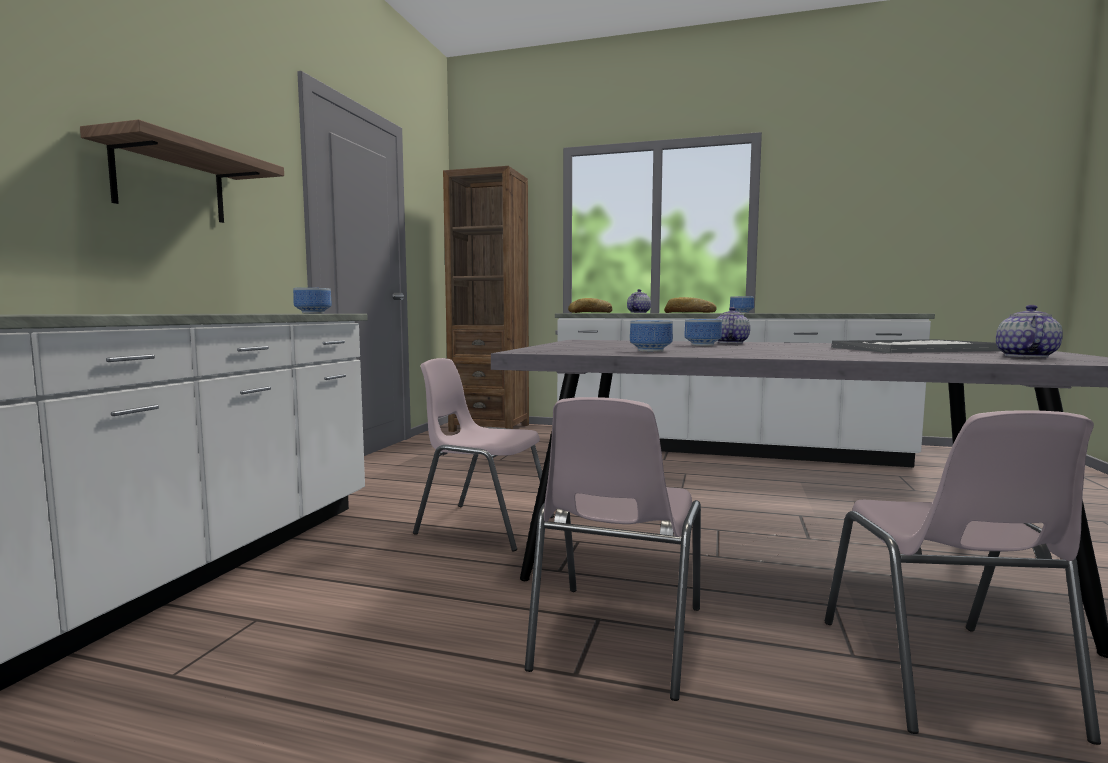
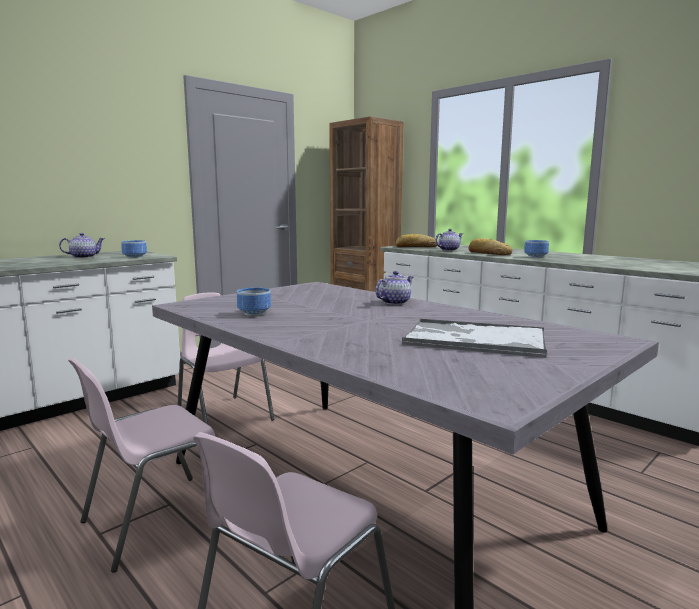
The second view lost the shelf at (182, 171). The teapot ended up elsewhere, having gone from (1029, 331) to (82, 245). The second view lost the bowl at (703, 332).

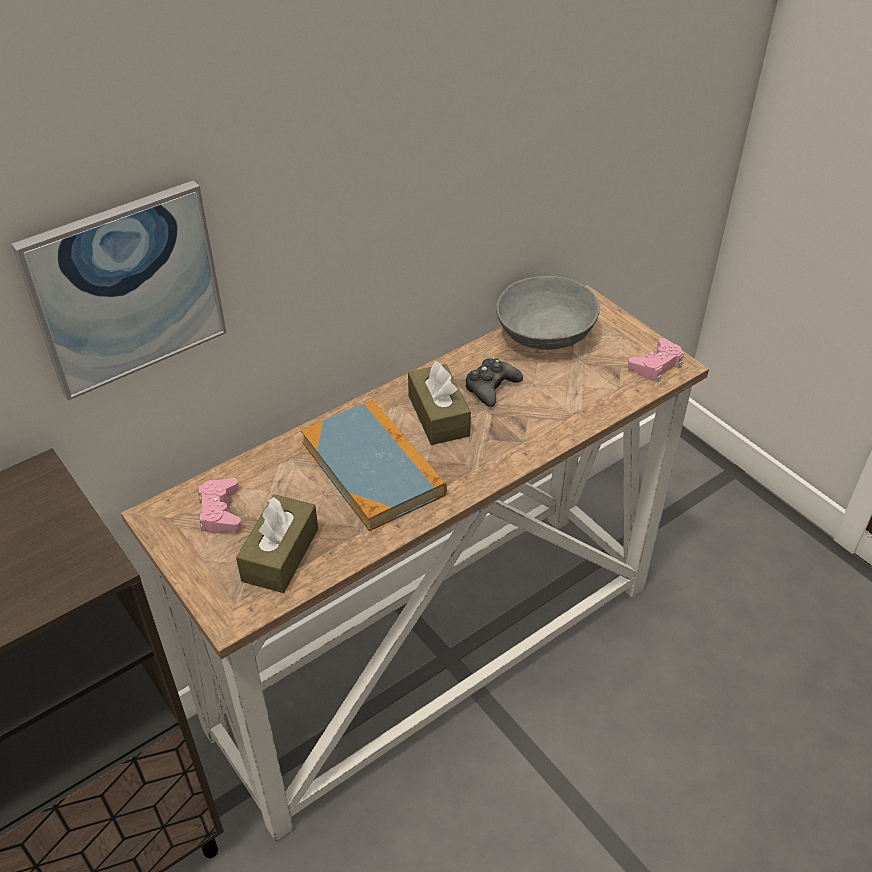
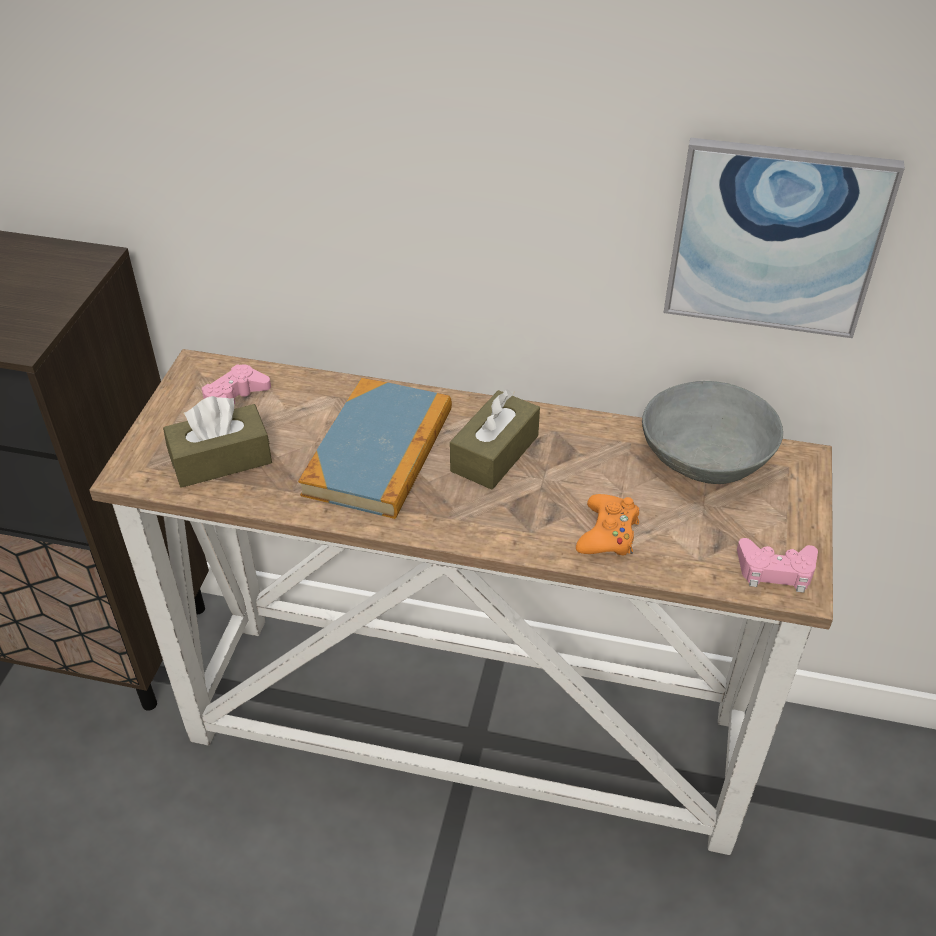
The picture ended up elsewhere, having gone from (119, 290) to (784, 238). The second view lost the black game controller at (494, 382). The second view gained the orange game controller at (607, 524).

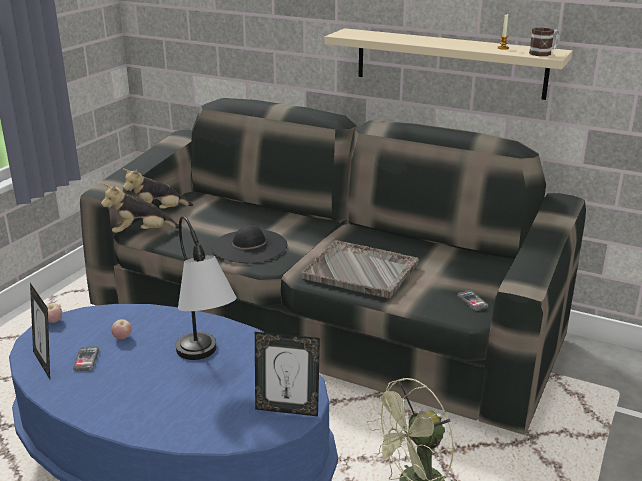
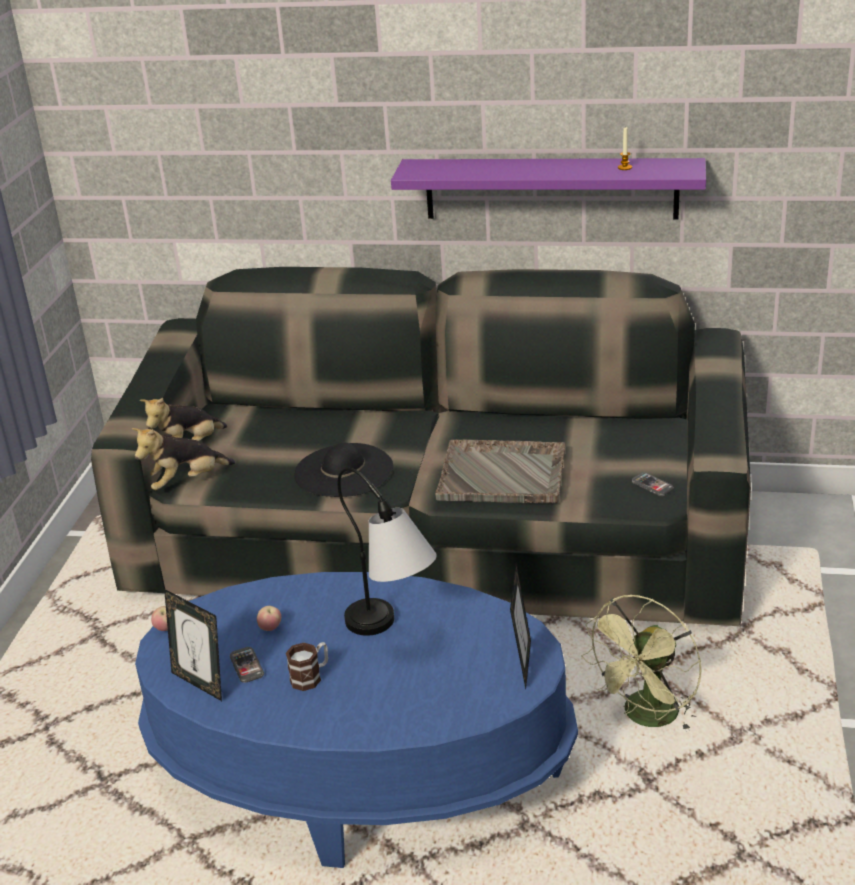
What was the beige shelf at (449, 64) turned into the purple shelf at (548, 189). The mug ended up elsewhere, having gone from (544, 42) to (307, 666). The picture frame at (287, 374) ended up facing another way, 75 degrees counterclockwise from before.

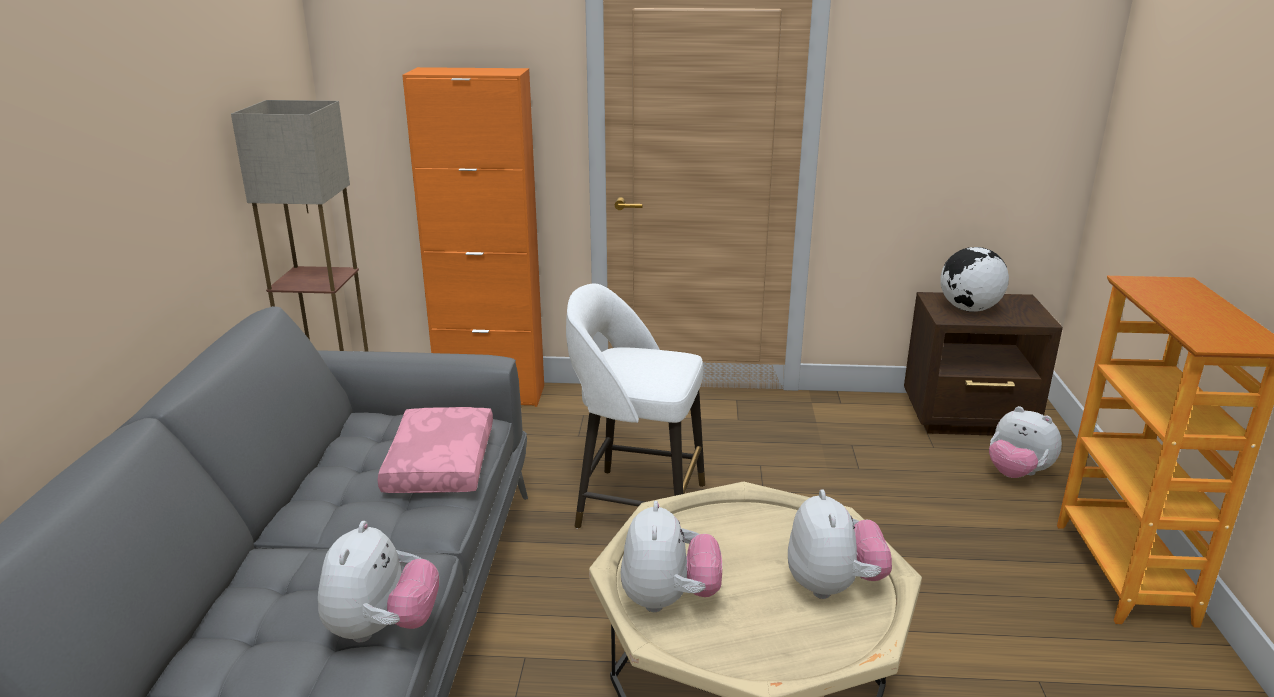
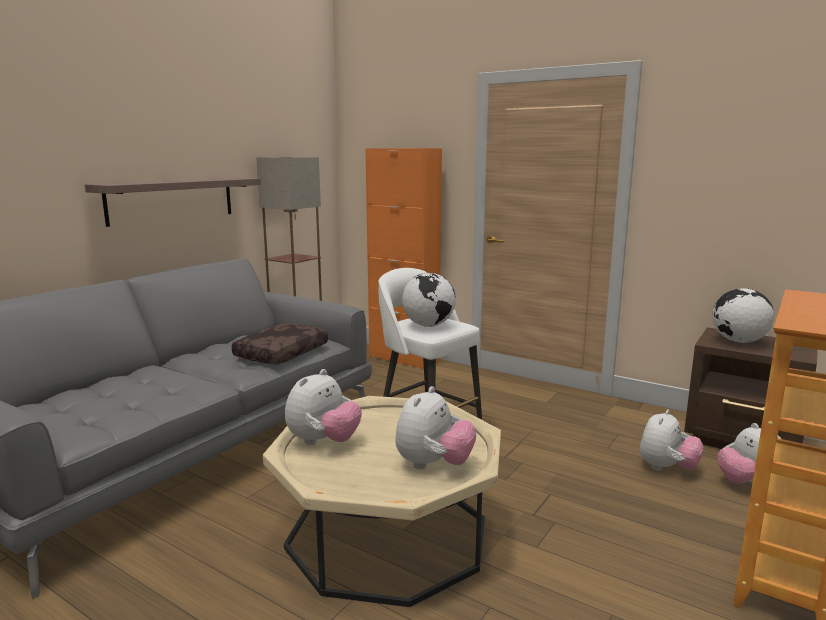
What was the pink pillow at (435, 450) turned into the brown pillow at (280, 343). The plush toy ended up elsewhere, having gone from (378, 581) to (671, 440). The second view gained the shelf at (173, 202). The second view gained the globe at (429, 300).

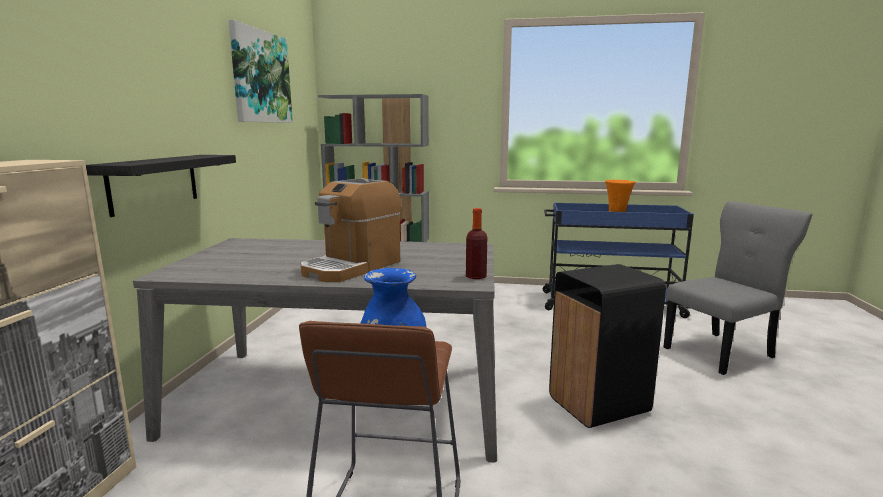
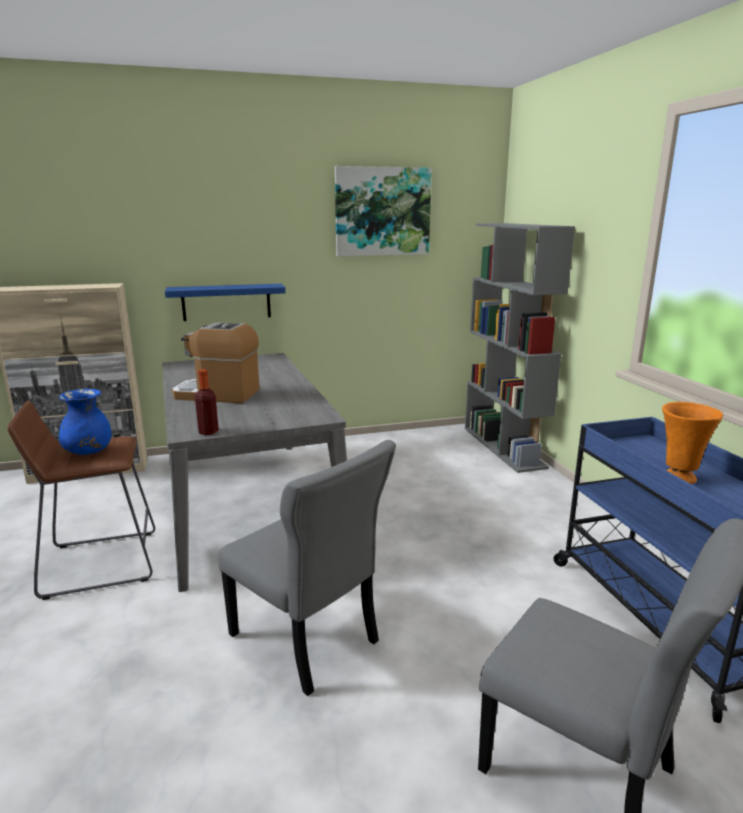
What was the black shelf at (161, 186) turned into the blue shelf at (225, 302). Where the black trash can stood at (607, 346), the grey chair came to stand at (307, 568).

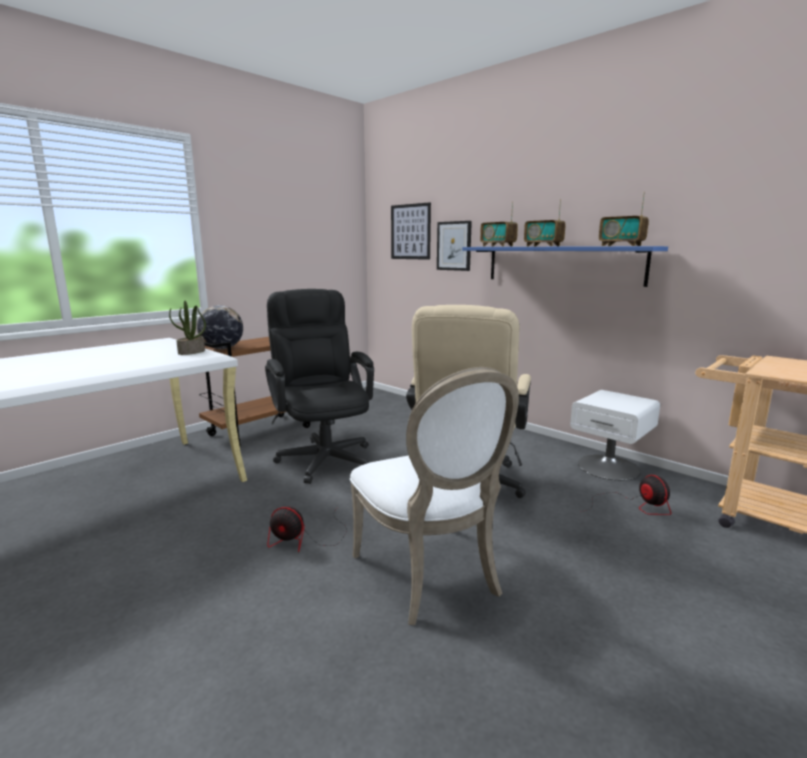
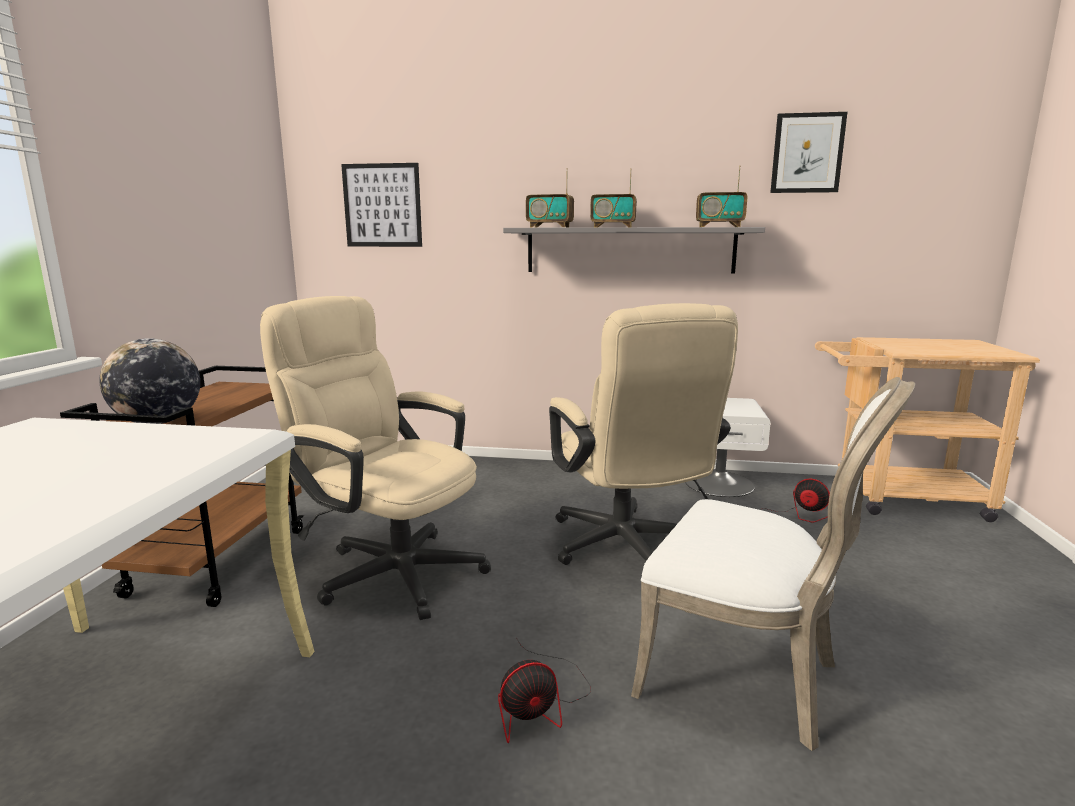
The picture ended up elsewhere, having gone from (454, 246) to (808, 152). What was the blue shelf at (565, 266) turned into the grey shelf at (634, 250). What was the black office chair at (319, 386) turned into the beige office chair at (375, 458). The second view lost the potted plant at (187, 328).

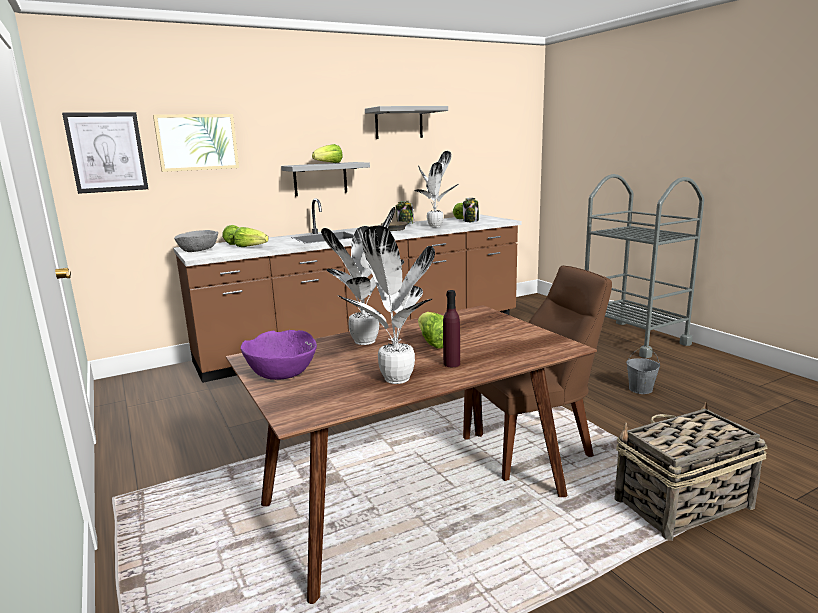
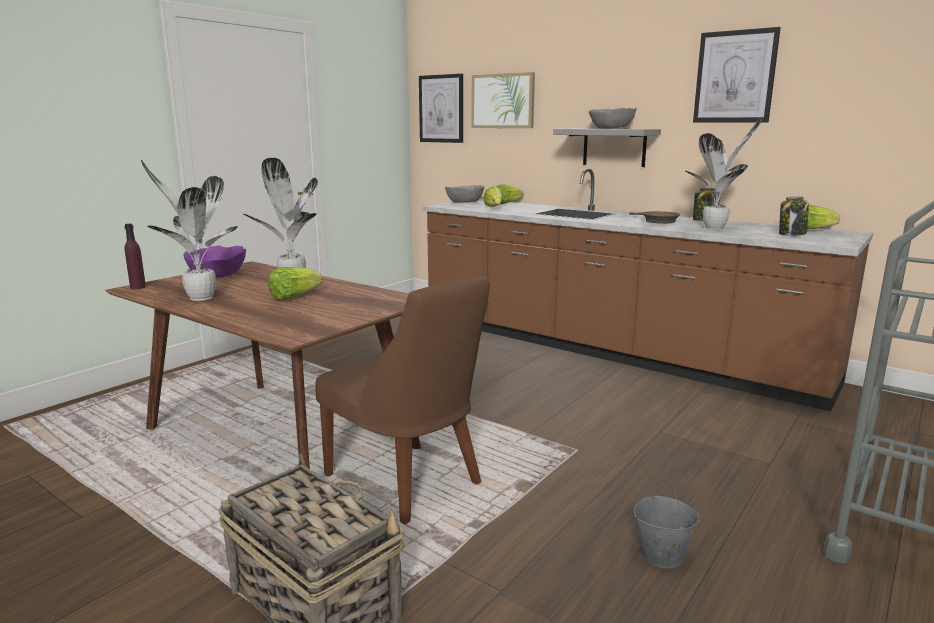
Where the grey shelf hung at (406, 122), the picture came to hang at (737, 75). Where the lettuce stood at (327, 153), the grey bowl came to stand at (613, 118). The purple bottle ended up elsewhere, having gone from (451, 328) to (135, 256).

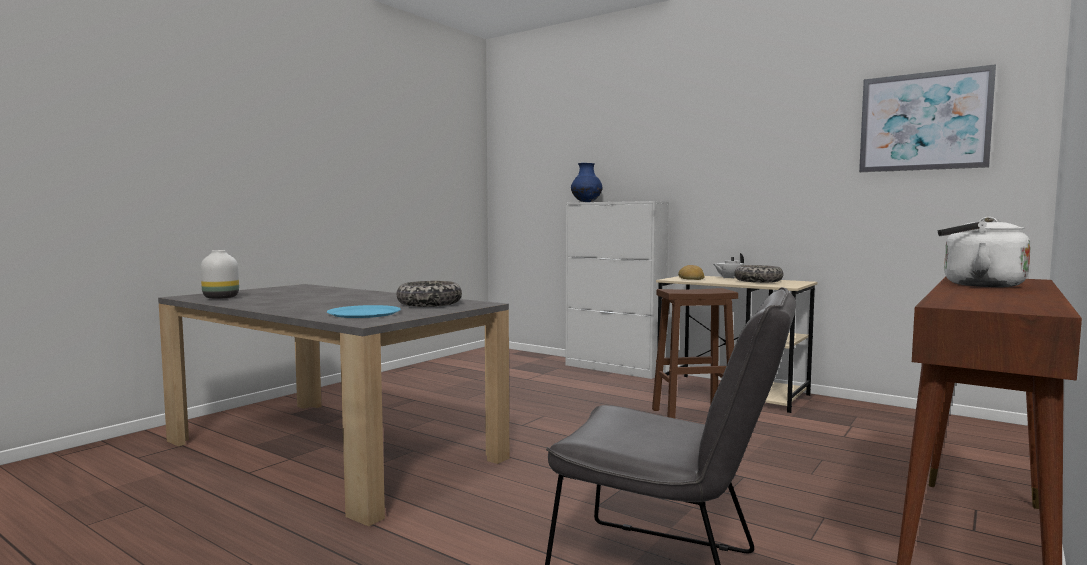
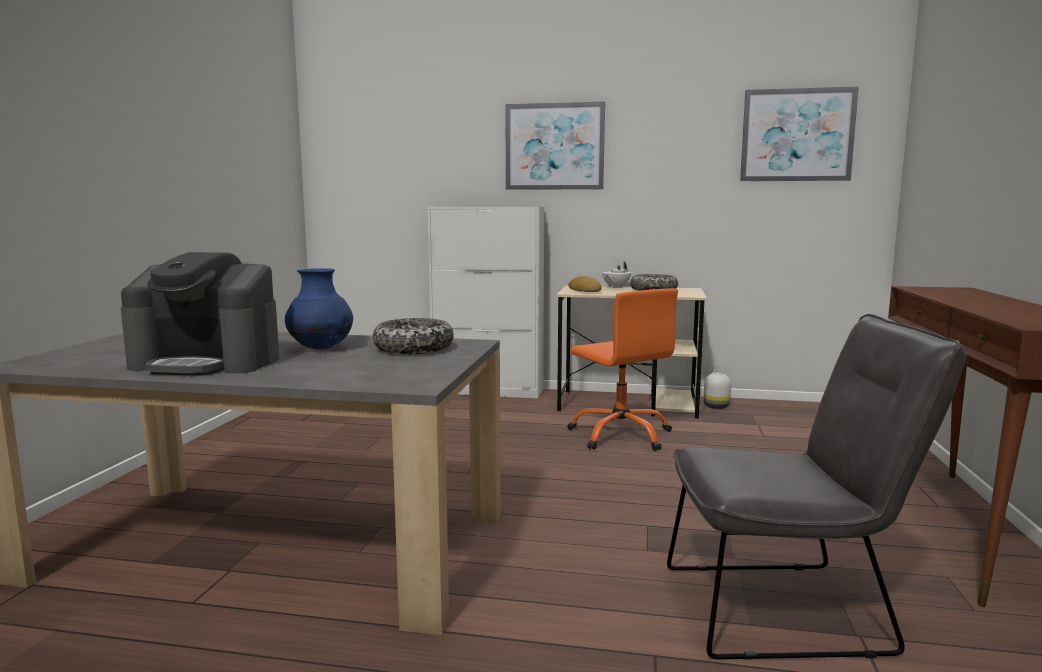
The blue vase ended up elsewhere, having gone from (586, 182) to (319, 309). The second view lost the white kettle at (984, 252). The white vase ended up elsewhere, having gone from (220, 274) to (717, 389). Where the brown stool stood at (695, 353), the orange office chair came to stand at (622, 369). The second view lost the blue plate at (364, 311). The second view gained the picture at (555, 146). The second view gained the coffee machine at (200, 314).

